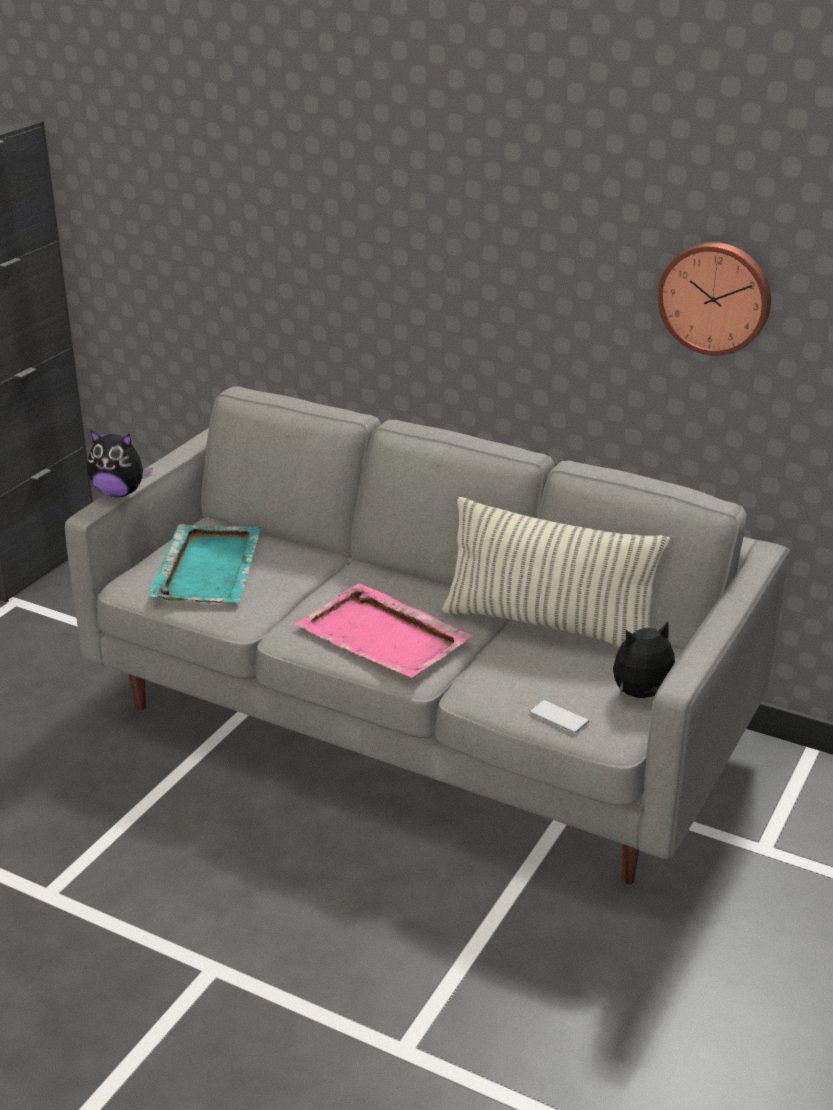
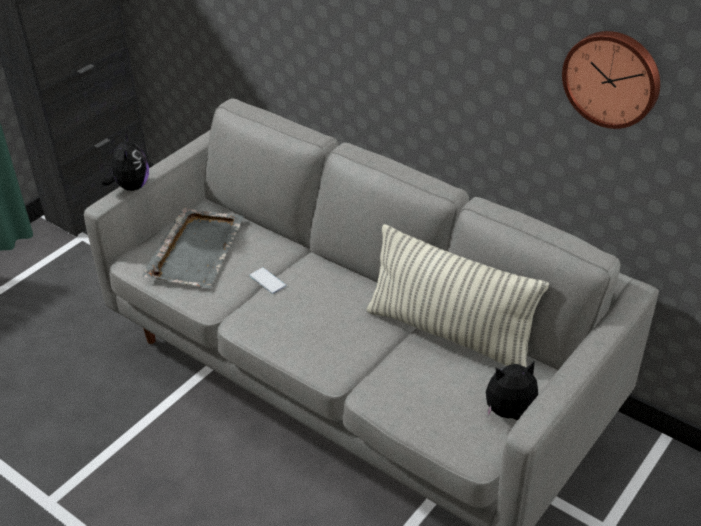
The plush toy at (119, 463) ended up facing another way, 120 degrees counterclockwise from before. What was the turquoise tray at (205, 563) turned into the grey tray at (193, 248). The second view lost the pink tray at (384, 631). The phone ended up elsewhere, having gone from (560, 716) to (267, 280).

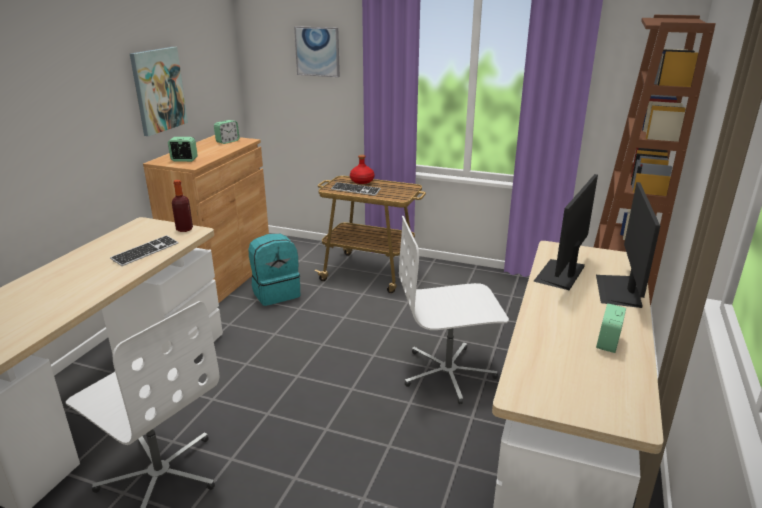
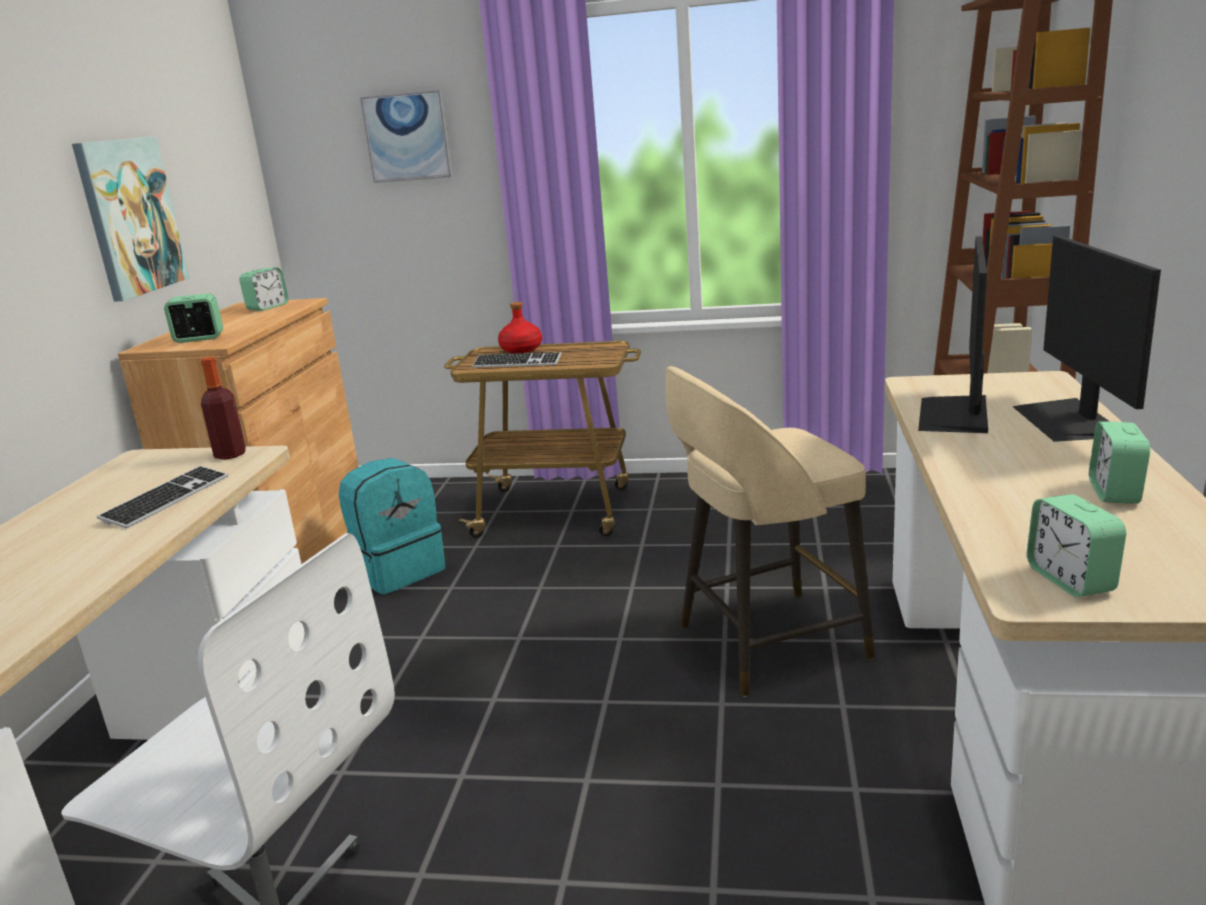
Where the white office chair stood at (454, 310), the beige stool came to stand at (770, 531). The second view gained the alarm clock at (1076, 545).

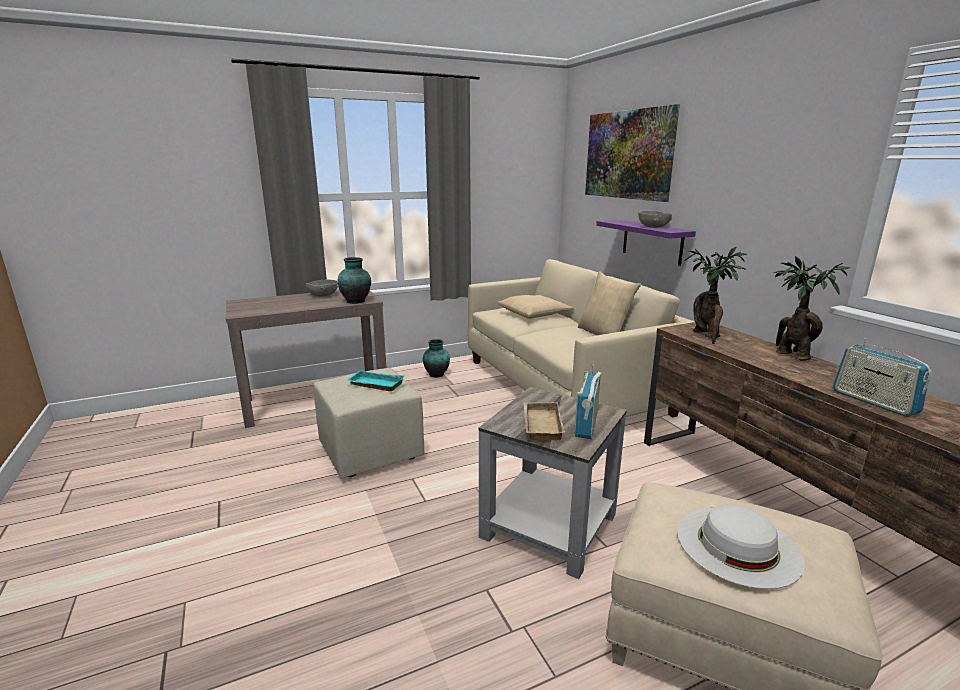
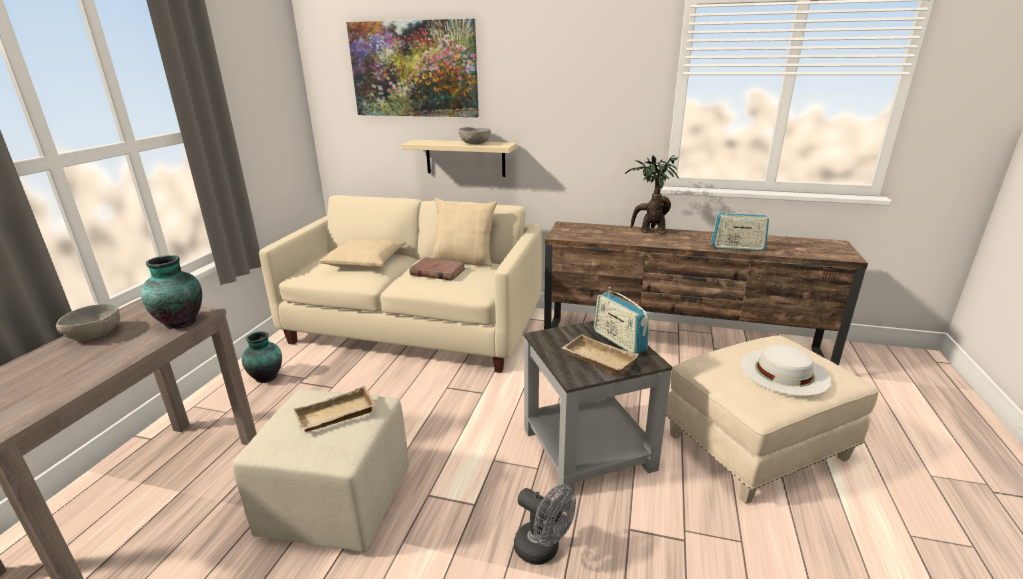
What was the purple shelf at (646, 243) turned into the beige shelf at (459, 158). The second view lost the potted plant at (715, 295). What was the turquoise tray at (375, 380) turned into the beige tray at (335, 408). The second view gained the brown book at (438, 269). The second view gained the grey fan at (545, 524).

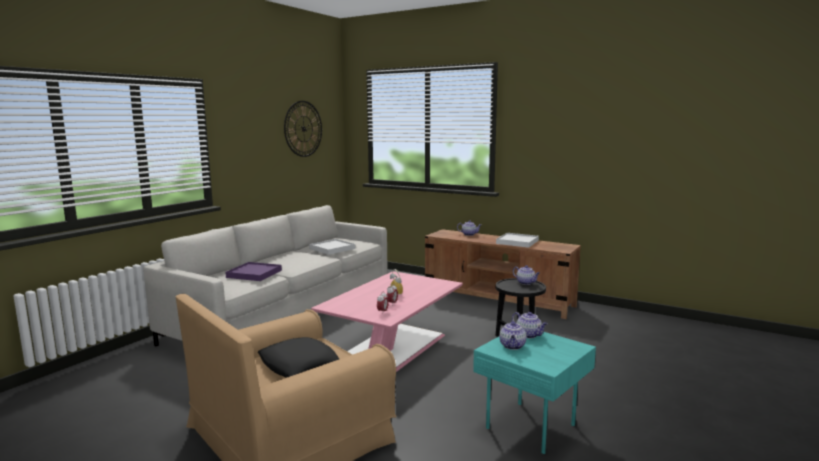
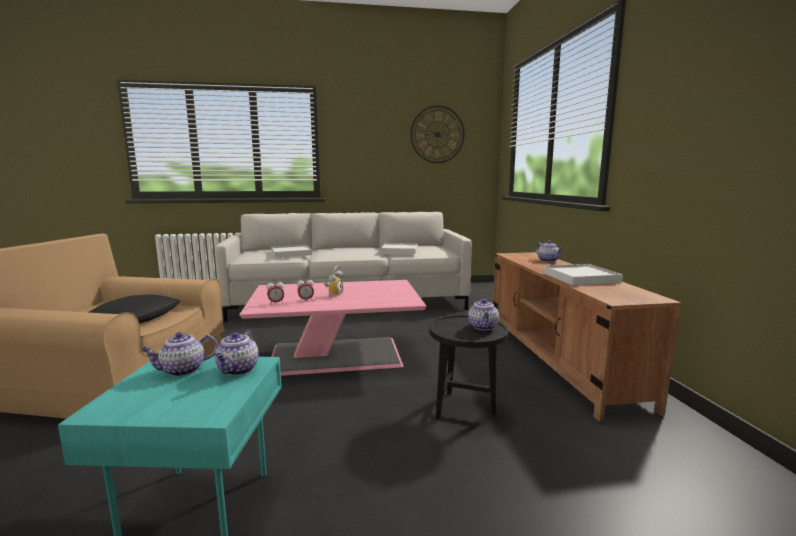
What was the purple tray at (253, 271) turned into the white tray at (291, 251).

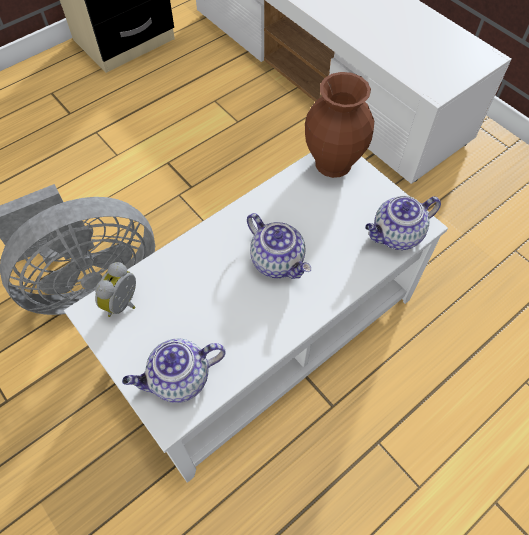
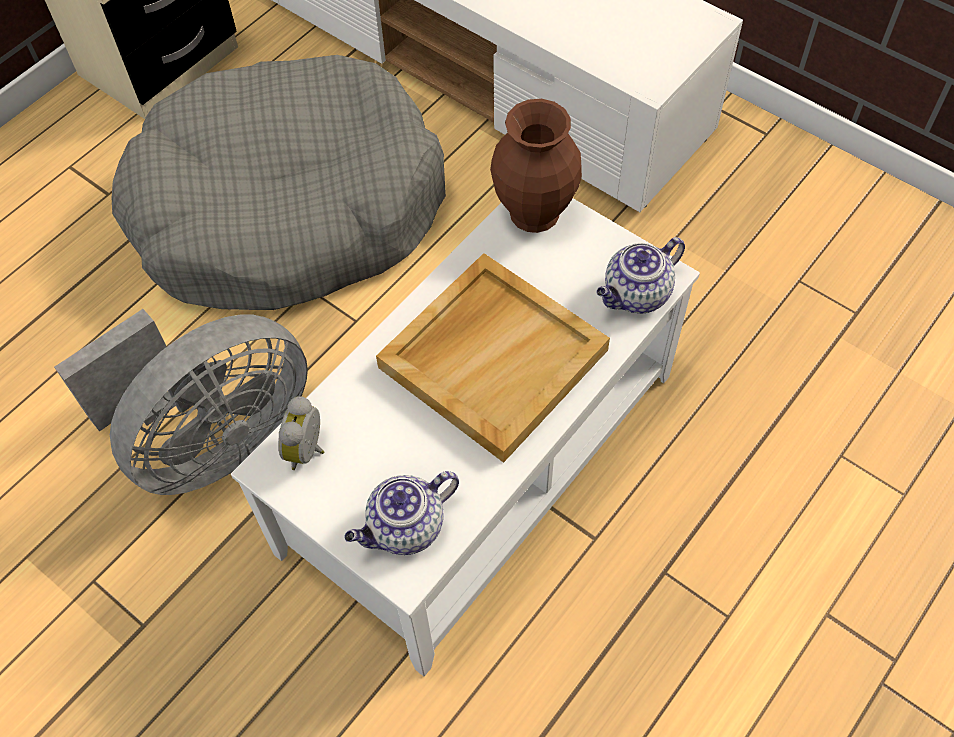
Where the teapot stood at (279, 246), the beige tray came to stand at (493, 358). The second view gained the grey dog bed at (279, 182).

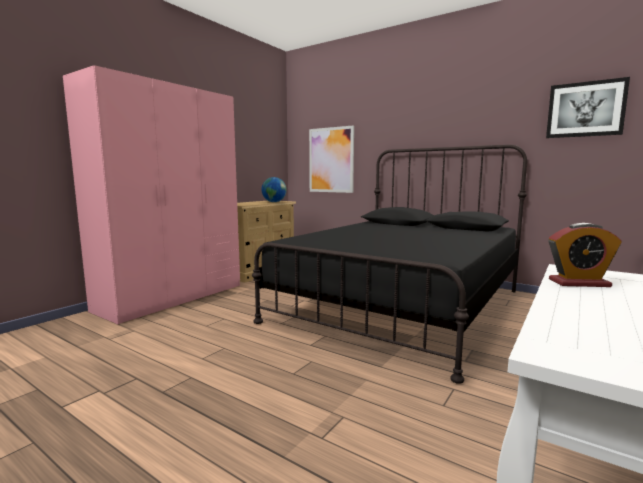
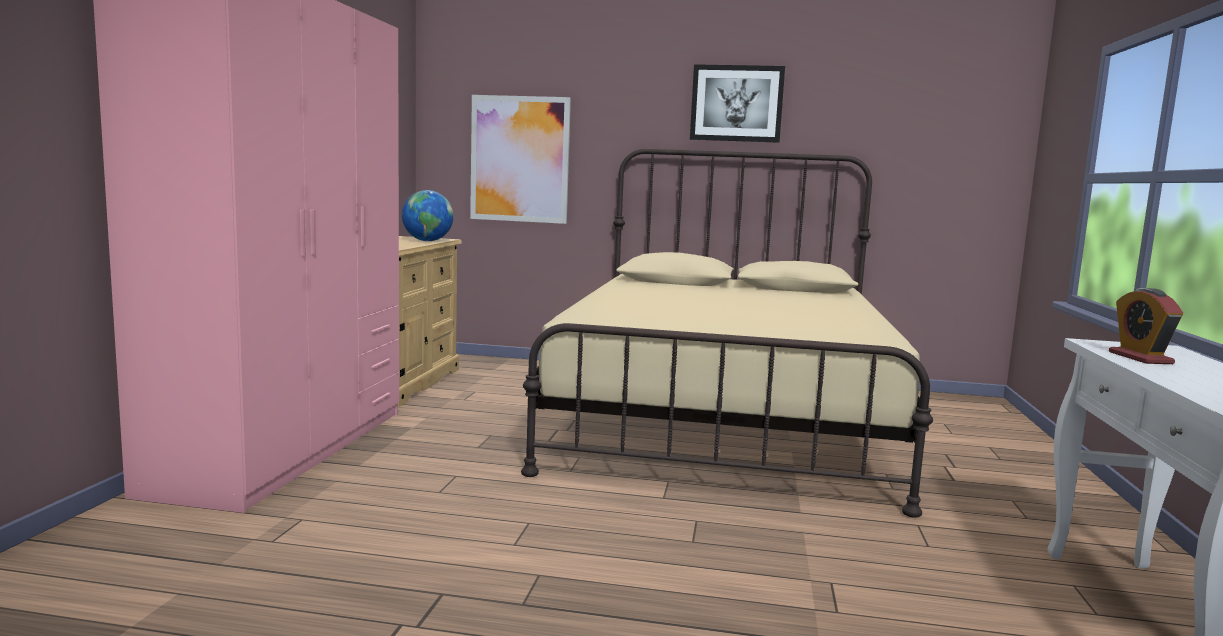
The picture ended up elsewhere, having gone from (588, 107) to (737, 103). What was the black bed at (389, 264) turned into the beige bed at (727, 333). The alarm clock at (585, 255) ended up facing another way, 105 degrees clockwise from before.

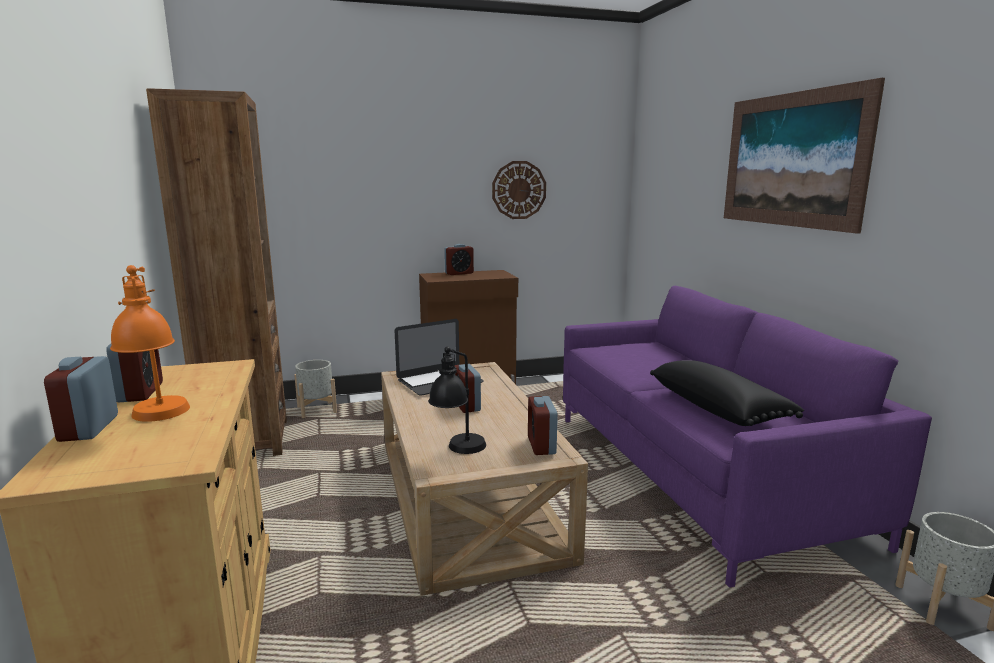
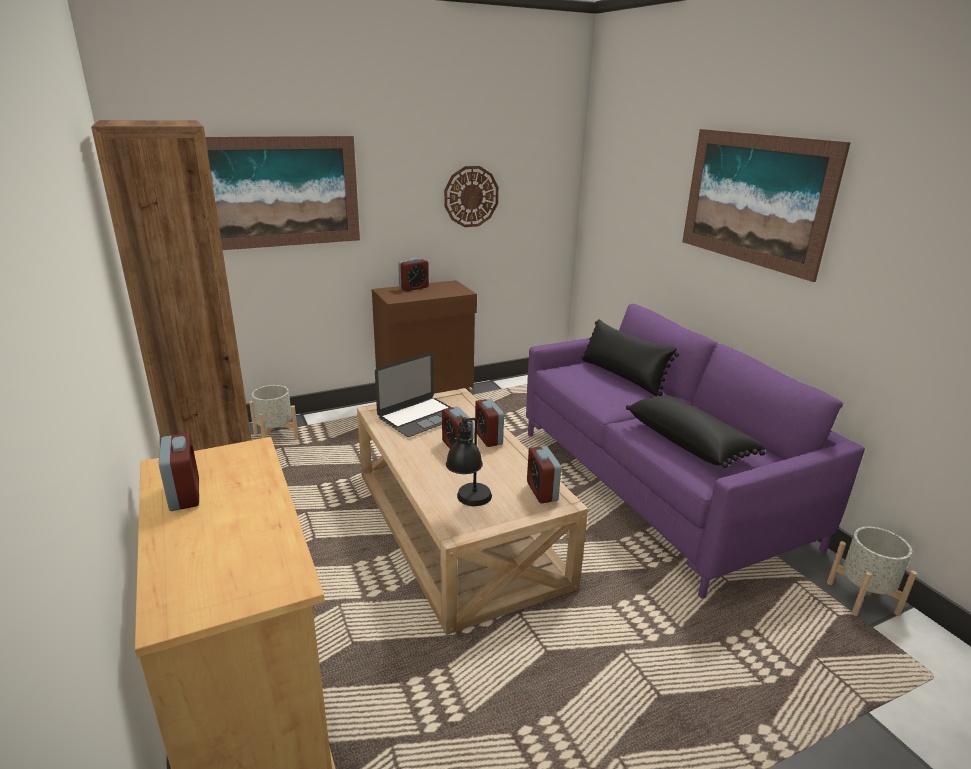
The second view lost the orange table lamp at (150, 343). The alarm clock ended up elsewhere, having gone from (81, 399) to (489, 423). The second view gained the picture at (282, 193). The second view gained the black pillow at (630, 357).

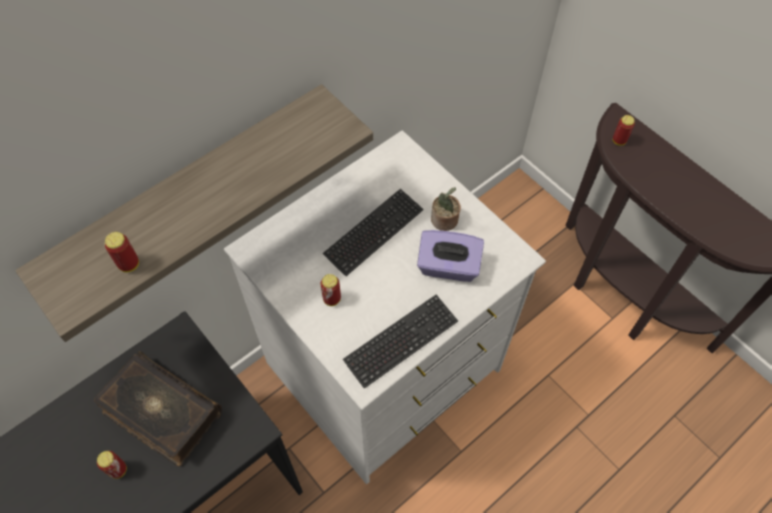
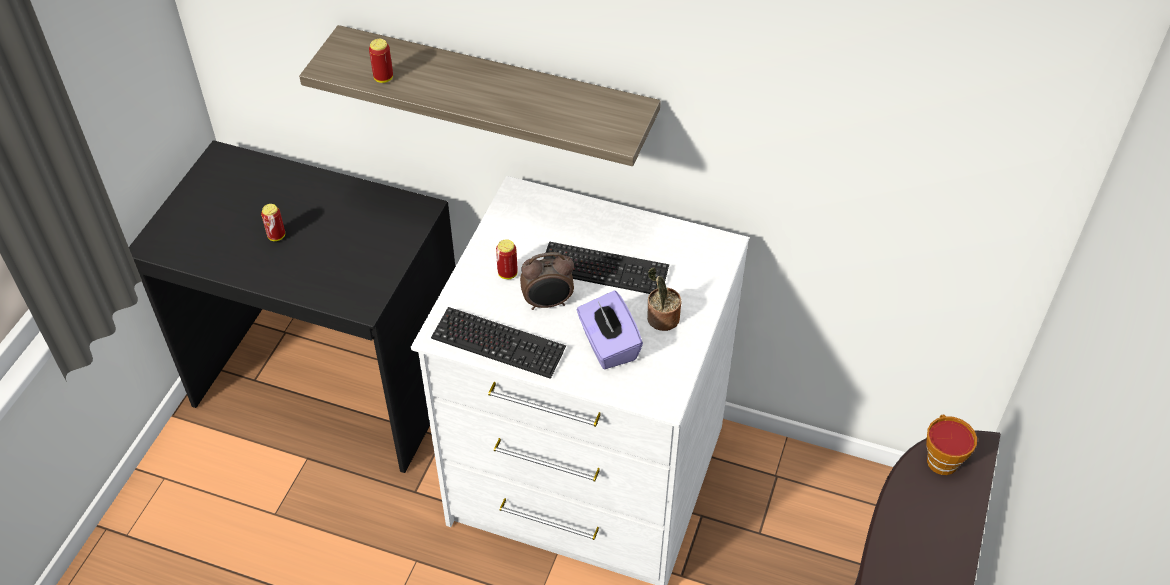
Where the can stood at (624, 130), the cup came to stand at (951, 445). The second view lost the book at (158, 408). The second view gained the alarm clock at (547, 281).

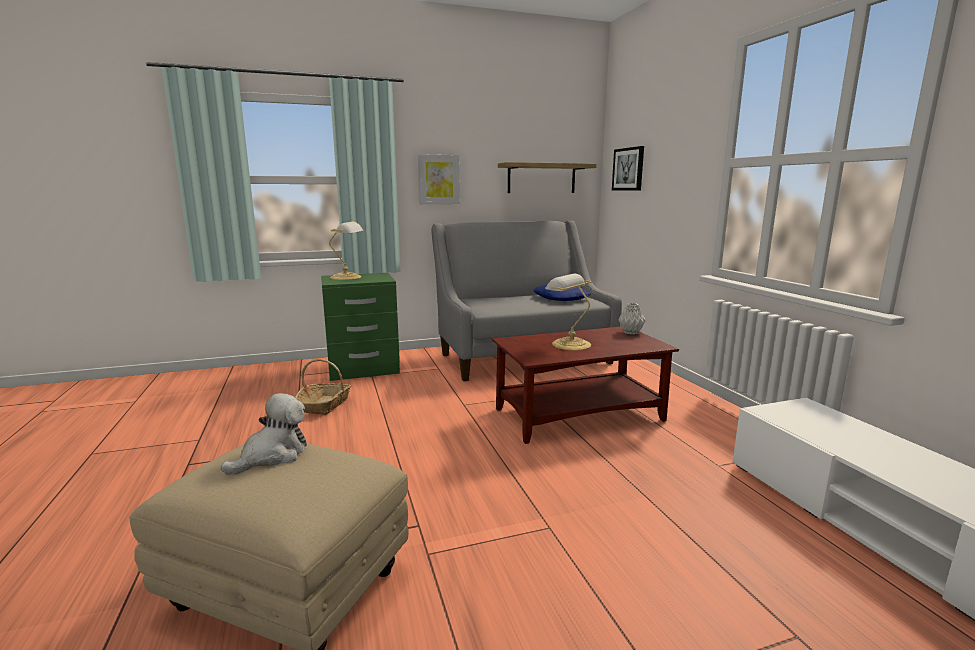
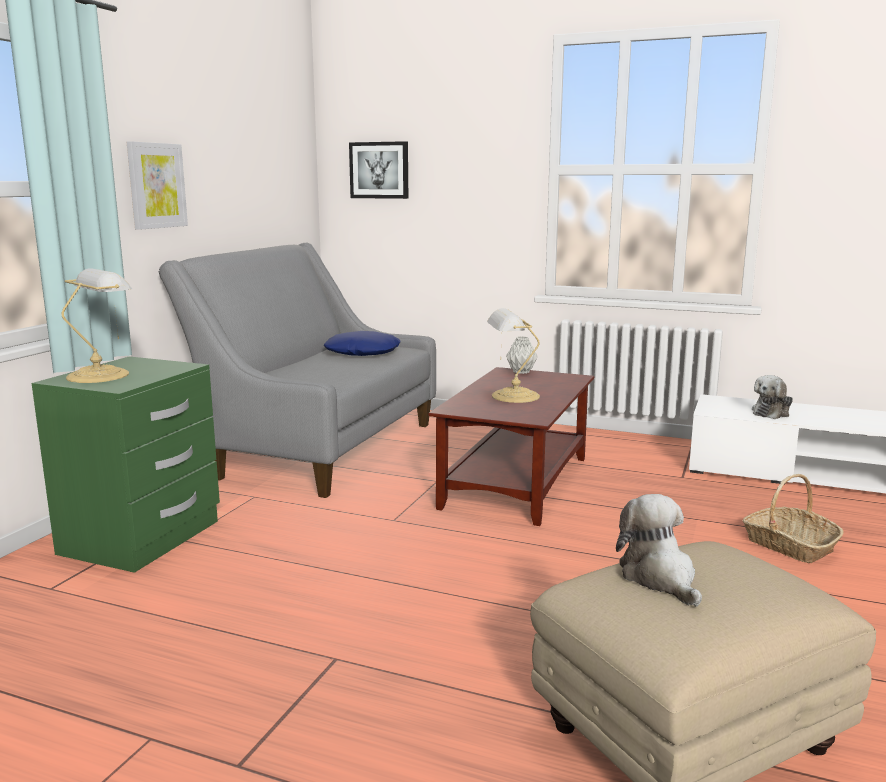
The second view lost the shelf at (547, 177). The basket ended up elsewhere, having gone from (323, 387) to (793, 518). The second view gained the plush toy at (772, 397).

